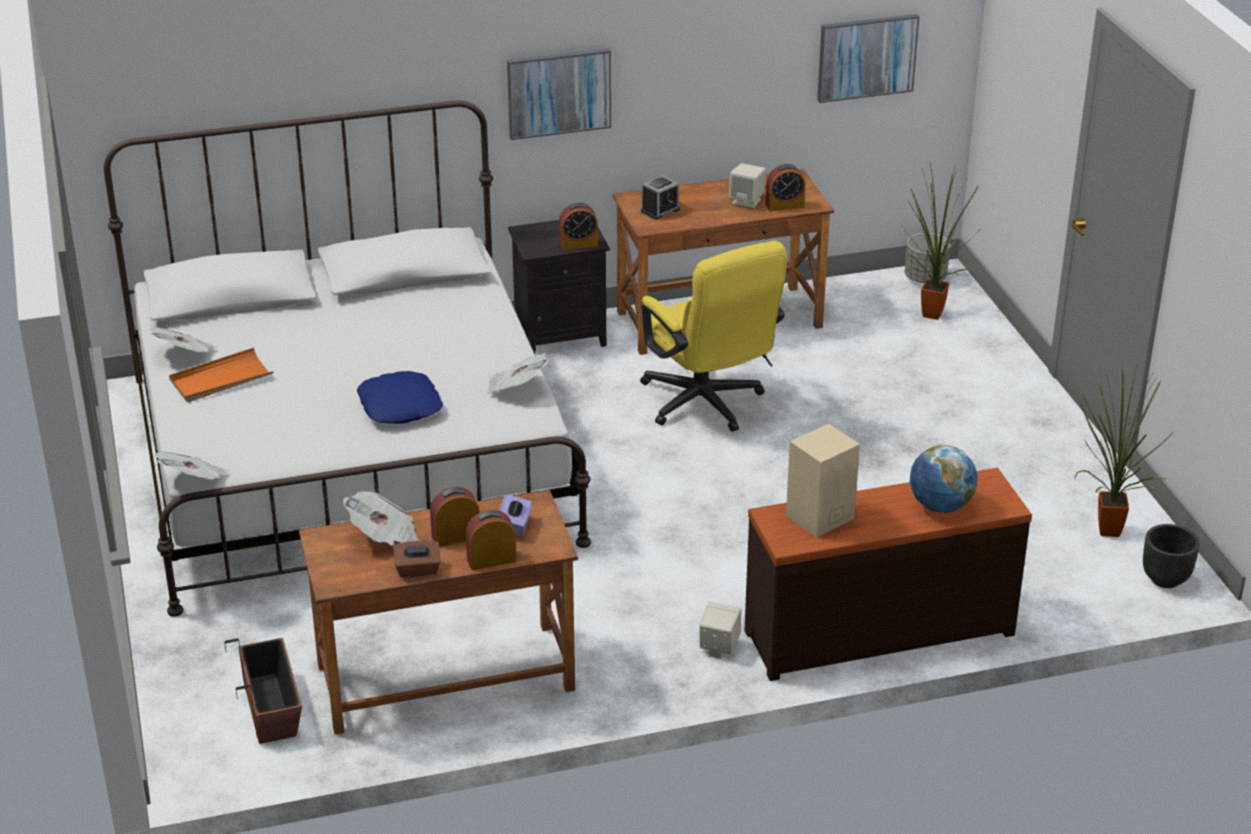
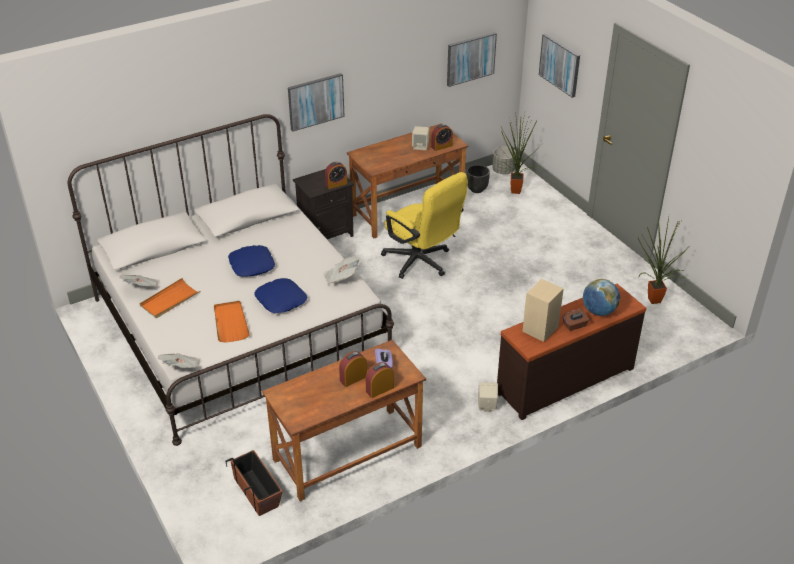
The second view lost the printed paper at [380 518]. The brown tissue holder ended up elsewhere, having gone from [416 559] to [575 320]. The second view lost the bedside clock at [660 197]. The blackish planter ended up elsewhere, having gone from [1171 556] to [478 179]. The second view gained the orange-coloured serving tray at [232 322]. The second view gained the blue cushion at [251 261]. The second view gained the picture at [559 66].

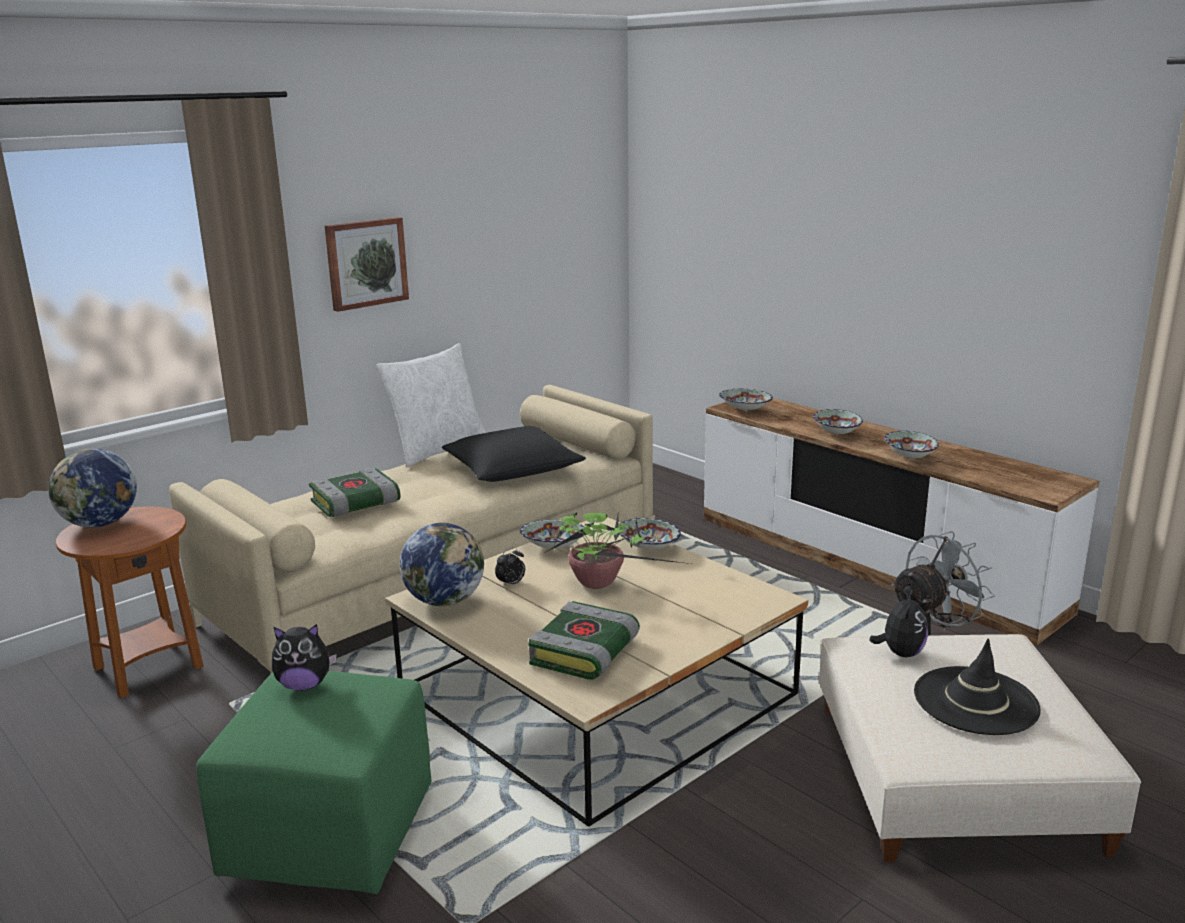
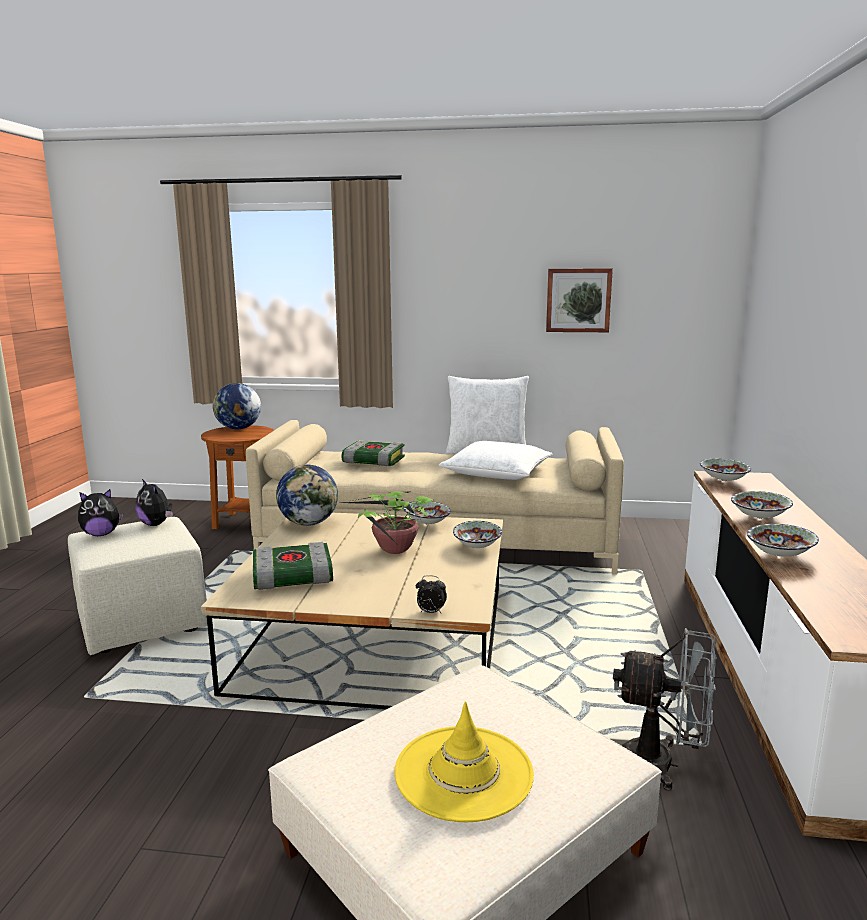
What was the green pouffe at [314 782] turned into the beige-coloured pouffe at [137 586]. The picture ended up elsewhere, having gone from [367 264] to [579 300]. What was the blackish cushion at [514 454] turned into the white cushion at [495 460]. The bedside clock ended up elsewhere, having gone from [510 567] to [431 594]. The plush toy ended up elsewhere, having gone from [898 624] to [100 512]. What was the blackish hat at [977 686] turned into the yellow-coloured hat at [464 761].

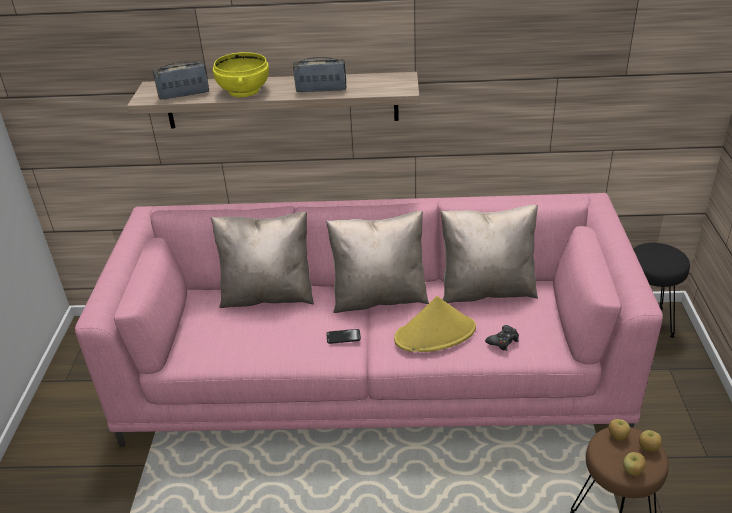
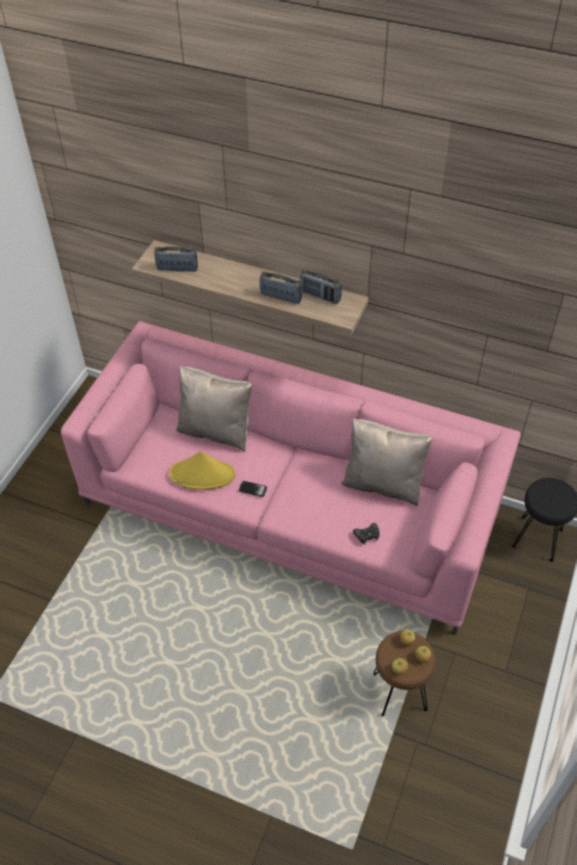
The second view lost the yellow-coloured deep dish at [241 74]. The second view lost the beige-coloured cushion at [377 262]. The yellow-coloured hat ended up elsewhere, having gone from [435 324] to [202 470]. The second view gained the radio at [321 286].

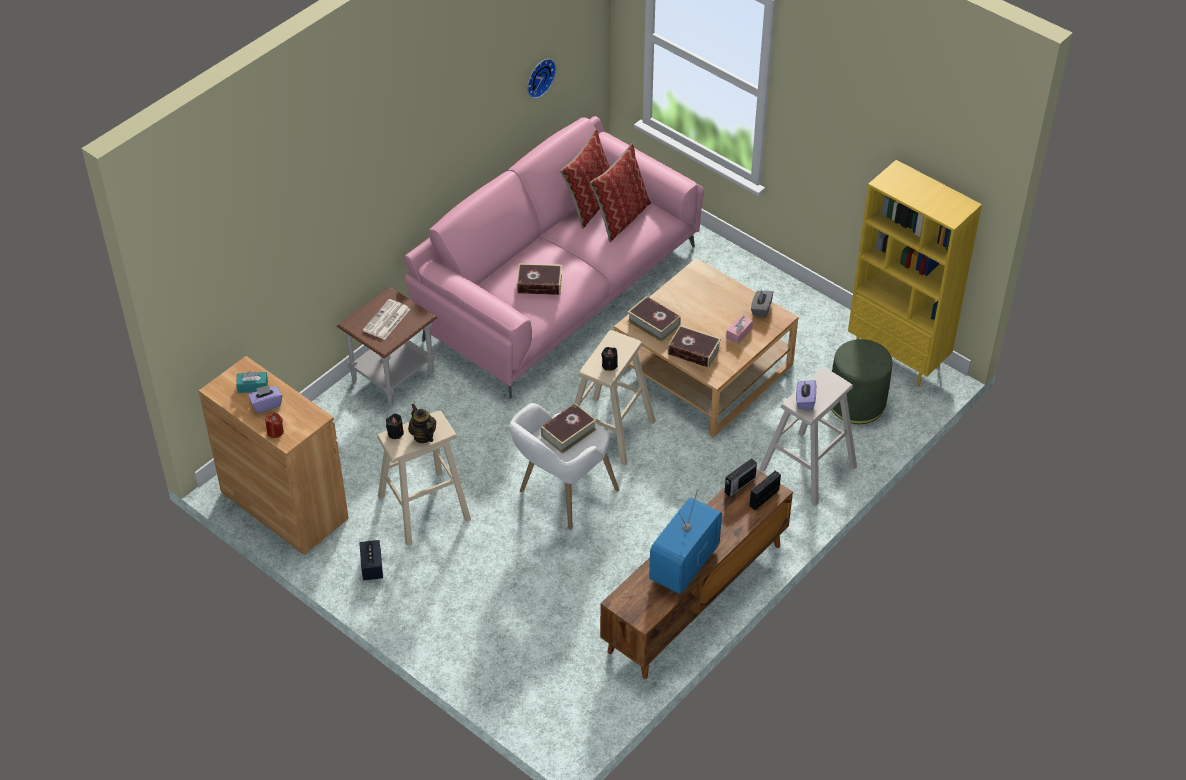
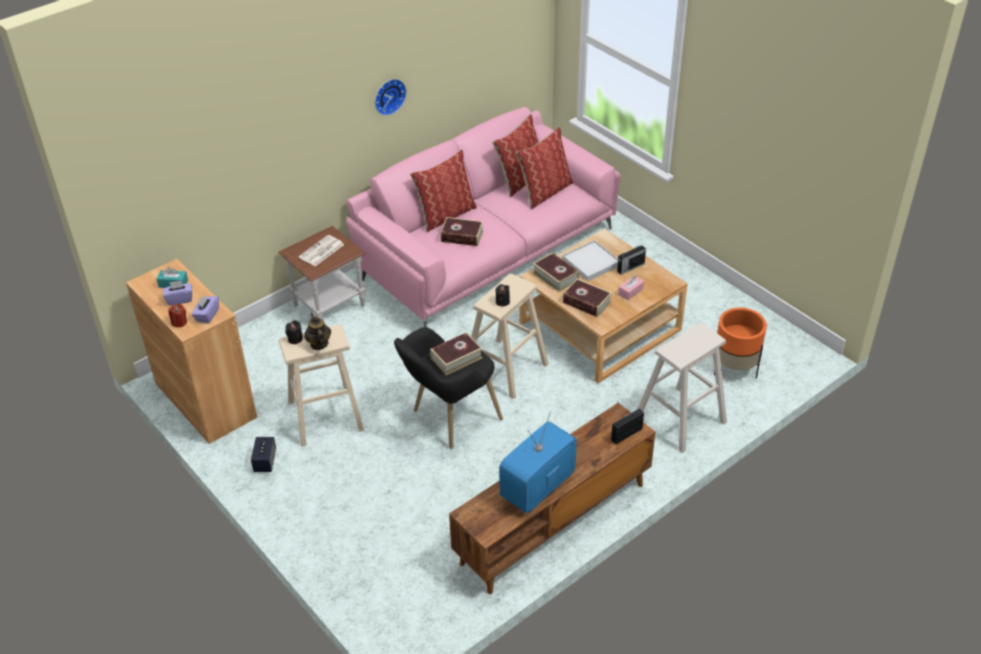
What was the white armchair at [564 466] turned into the blackish armchair at [448 388]. The clock on the wall ended up elsewhere, having gone from [541 78] to [391 97]. The radio ended up elsewhere, having gone from [741 477] to [631 259]. The second view lost the grey tissue holder at [762 304]. The purplish tissue holder ended up elsewhere, having gone from [806 395] to [205 309]. Where the green pouffe stood at [861 381], the orange-coloured planter came to stand at [740 343]. The second view lost the yellow-coloured shelving unit at [915 273]. The second view gained the cushion at [443 190]. The second view gained the white serving tray at [590 260].

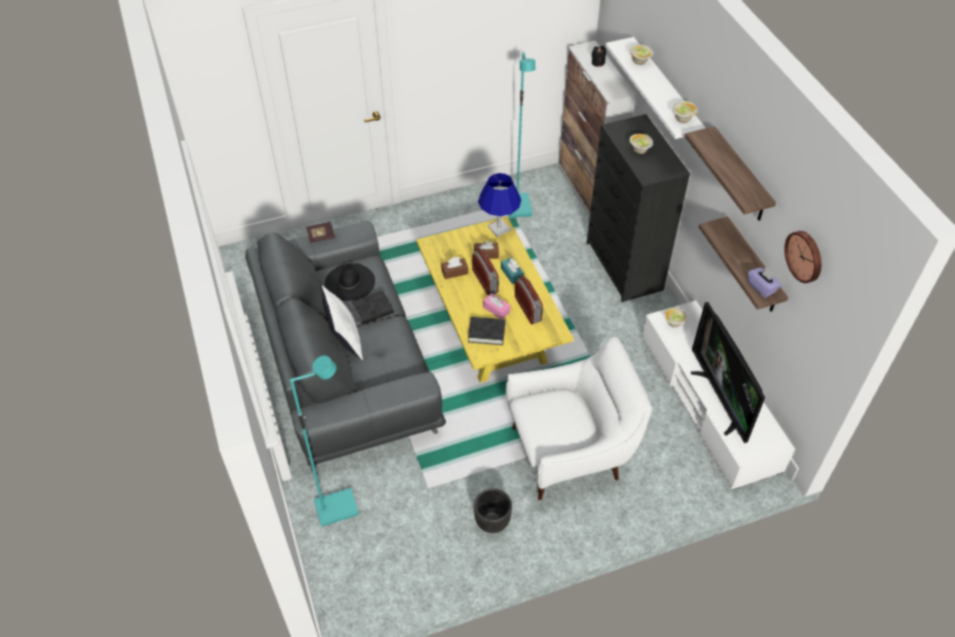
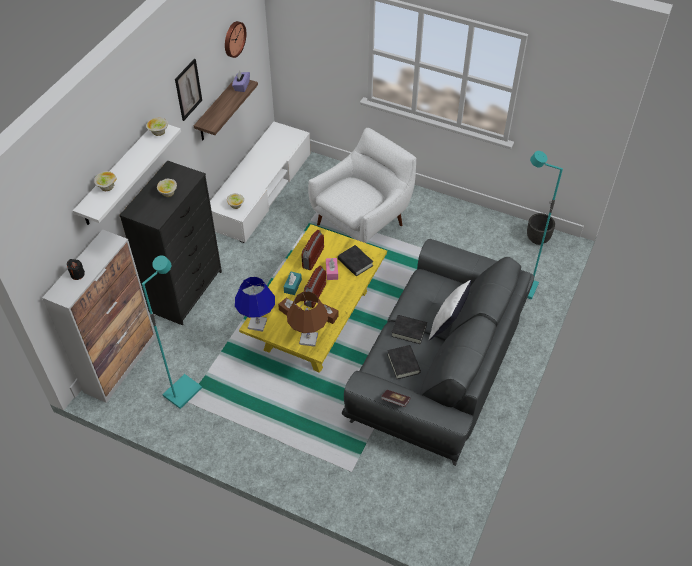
Where the blackish hat stood at [350 282], the blackish bound book came to stand at [404 362]. The blackish planter ended up elsewhere, having gone from [493 510] to [541 229]. The white armchair at [579 418] ended up facing another way, 105 degrees clockwise from before. Where the bracket shelf hung at [730 173], the picture came to hang at [188 90]. The second view lost the television at [728 372]. The second view gained the brown table lamp at [307 319].

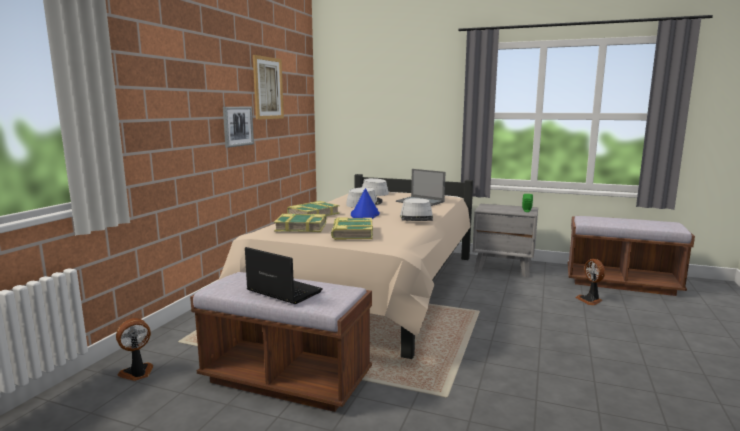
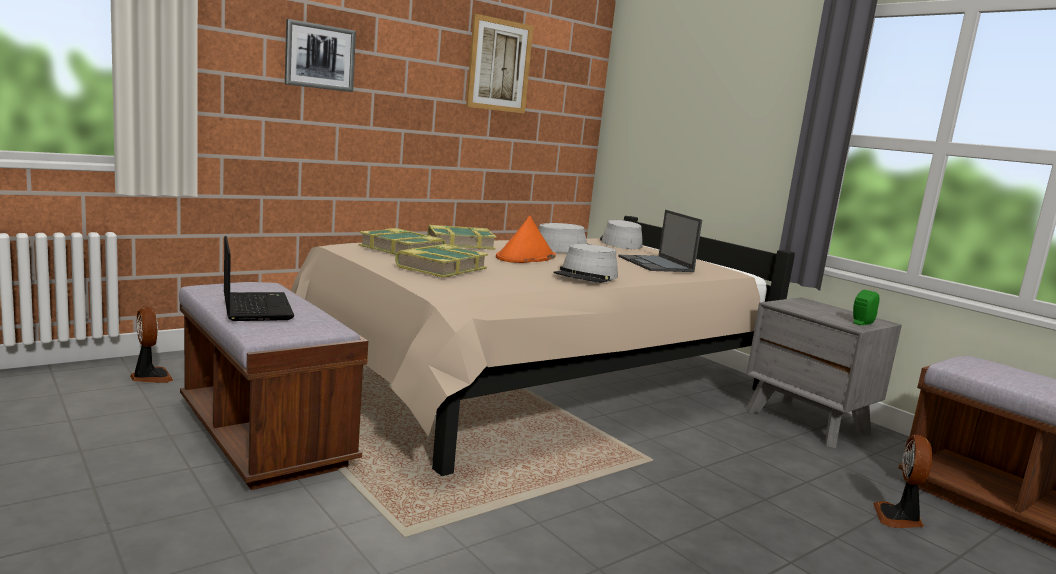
The electric fan at [134 349] ended up facing another way, 60 degrees clockwise from before. The picture ended up elsewhere, having gone from [238 127] to [320 55]. What was the blue hat at [365 203] turned into the orange-coloured hat at [525 239].

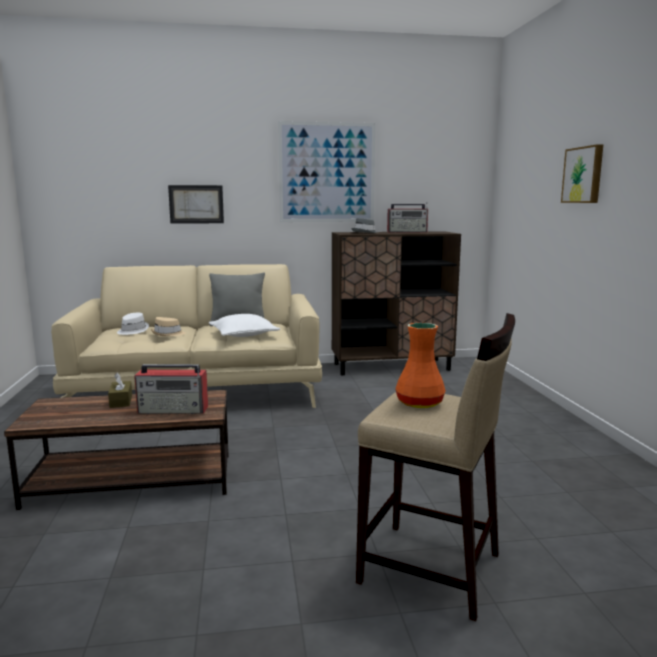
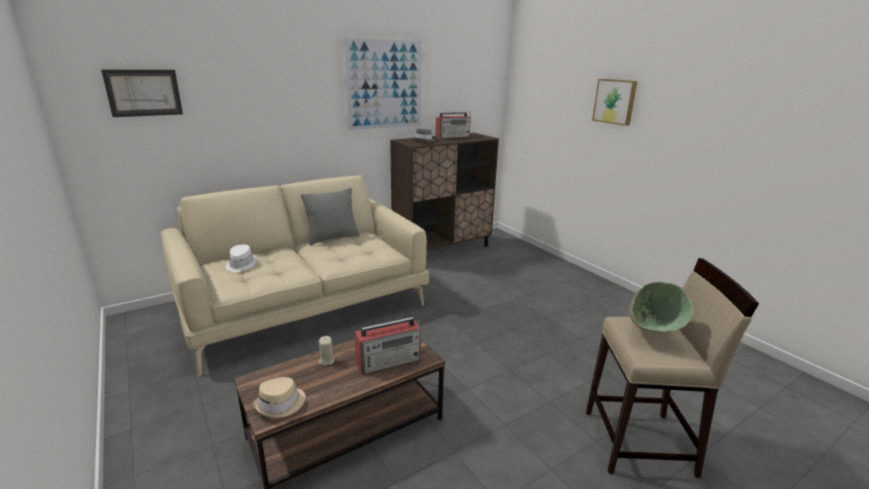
Where the brown tissue holder stood at [120 390], the beige-coloured candle came to stand at [326 351]. The beige-coloured hat ended up elsewhere, having gone from [168 326] to [279 397]. The picture ended up elsewhere, having gone from [196 204] to [142 93]. The second view lost the white cushion at [244 325]. Where the orange-coloured flower vase stood at [420 365], the green deep dish came to stand at [661 307].

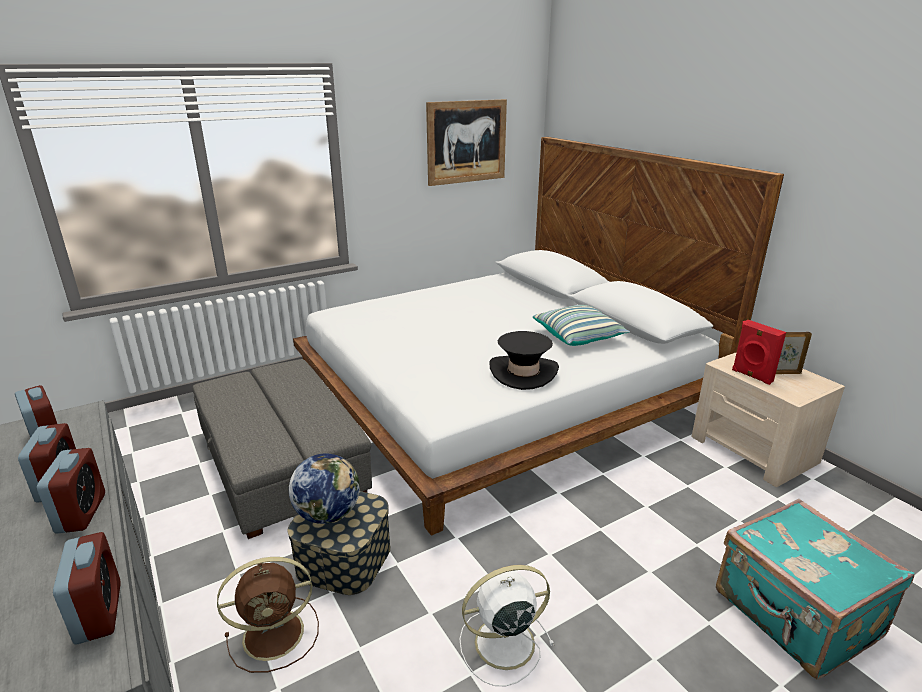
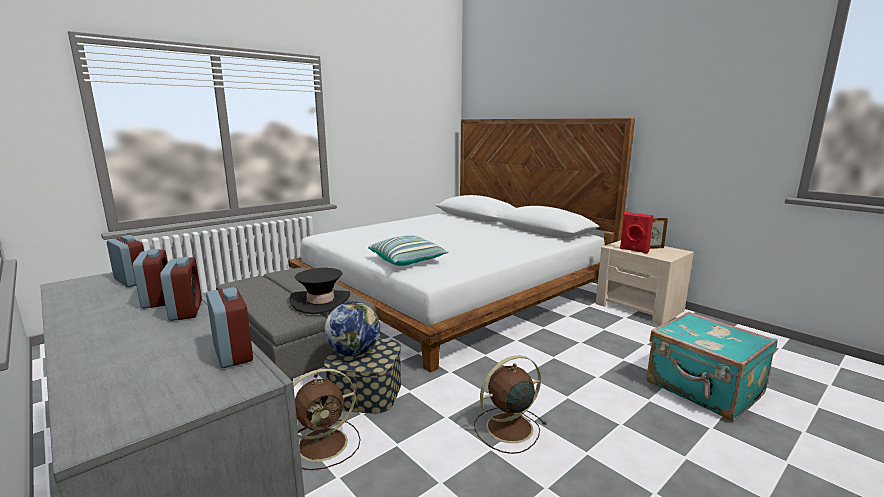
The second view lost the picture at [466 142]. What was the white electric fan at [506 625] turned into the brown electric fan at [510 405]. The blackish hat ended up elsewhere, having gone from [524 360] to [320 291]. The cushion ended up elsewhere, having gone from [581 325] to [408 250].

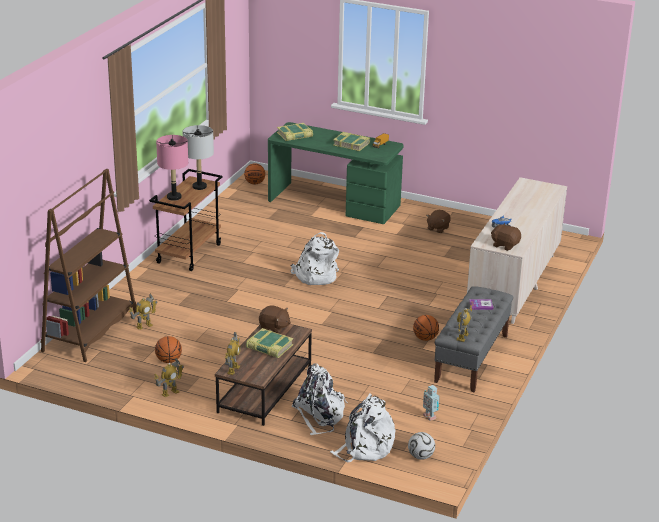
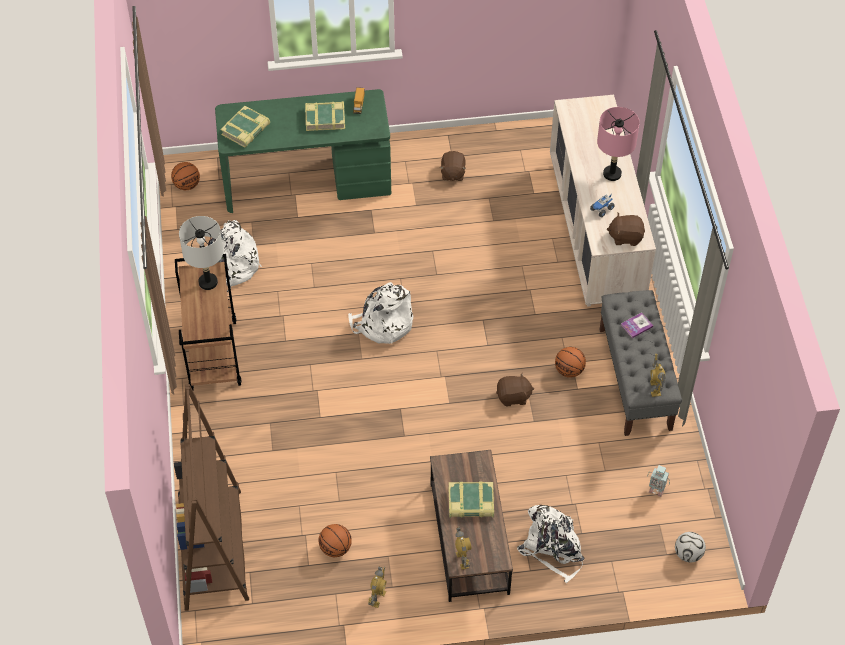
The second view lost the toy robot at [143 312]. The pinkish table lamp ended up elsewhere, having gone from [172 168] to [618 144]. The brown plush toy ended up elsewhere, having gone from [275 319] to [515 390]. The white backpack ended up elsewhere, having gone from [362 427] to [235 256].

